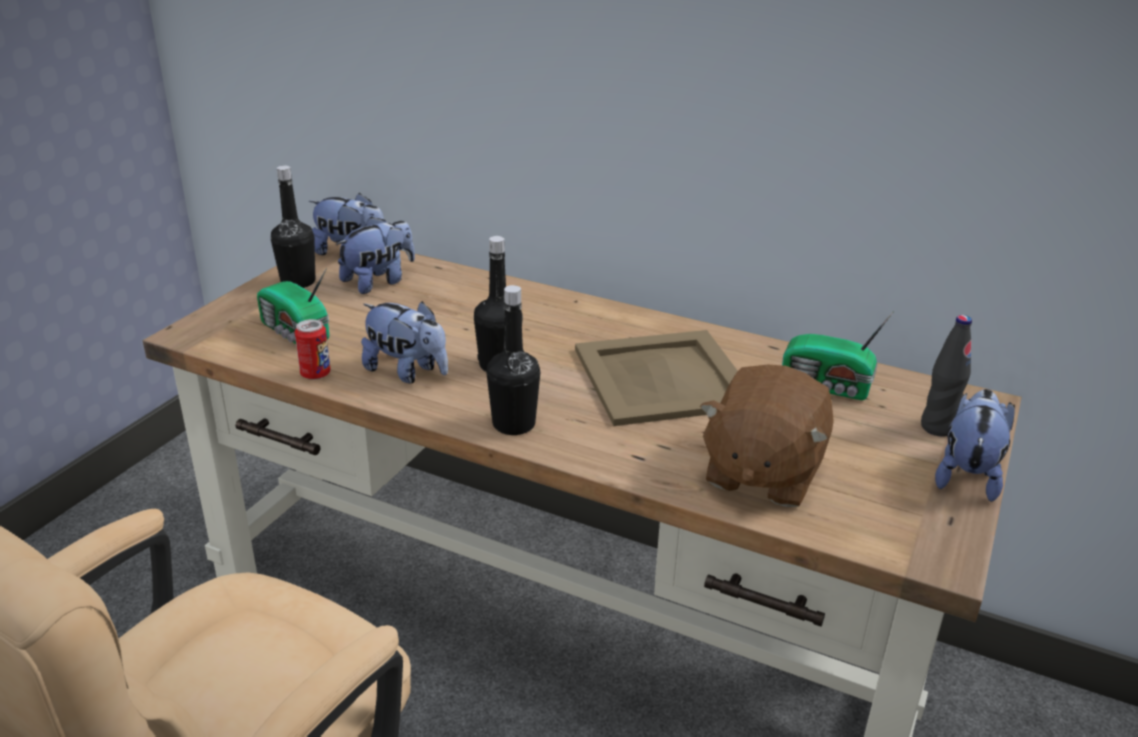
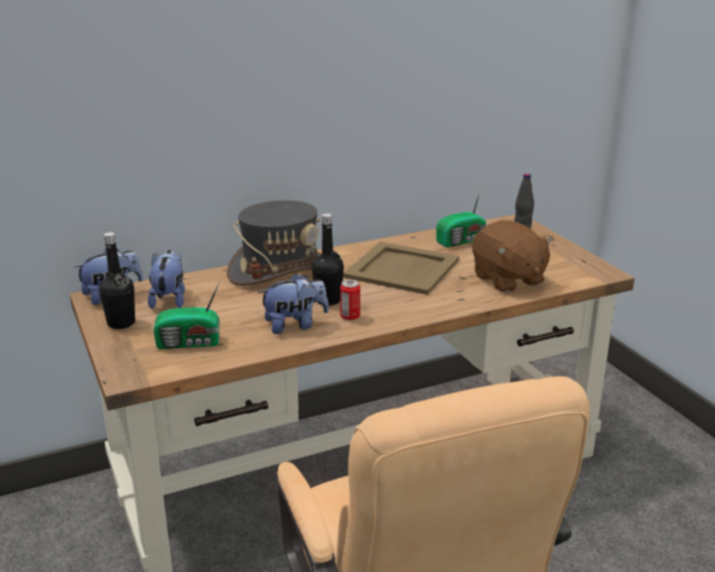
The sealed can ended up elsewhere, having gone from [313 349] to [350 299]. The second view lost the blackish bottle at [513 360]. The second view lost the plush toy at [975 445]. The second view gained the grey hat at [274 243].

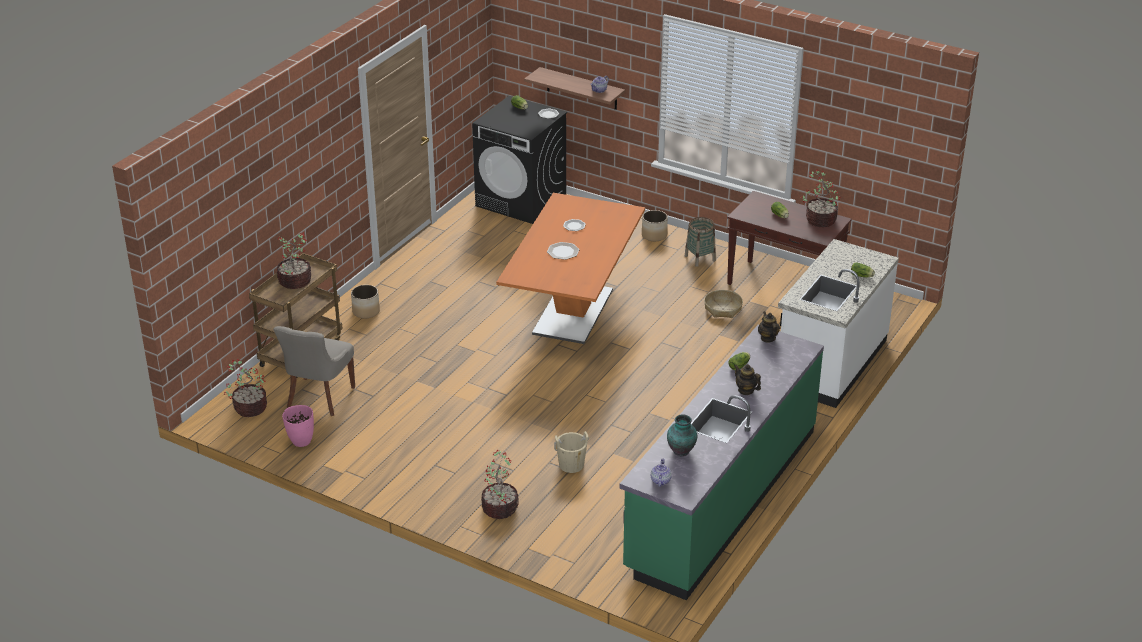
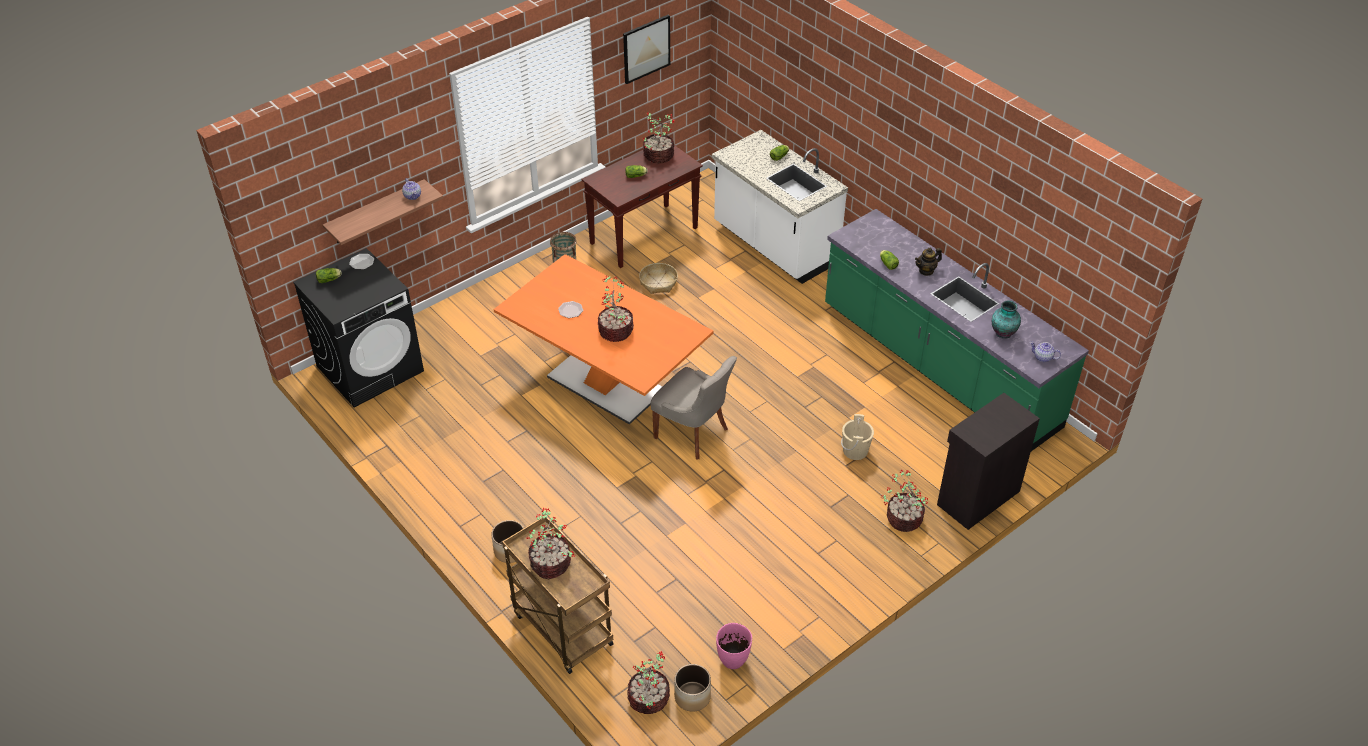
The grey plain chair ended up elsewhere, having gone from [314 371] to [694 408]. Where the dinner plate stood at [563 251], the plant in a pot came to stand at [616 309]. The planter ended up elsewhere, having gone from [655 225] to [692 688]. The second view lost the tea pot at [769 326]. The second view gained the picture at [646 49]. The second view gained the blackish storage cabinet at [988 461].

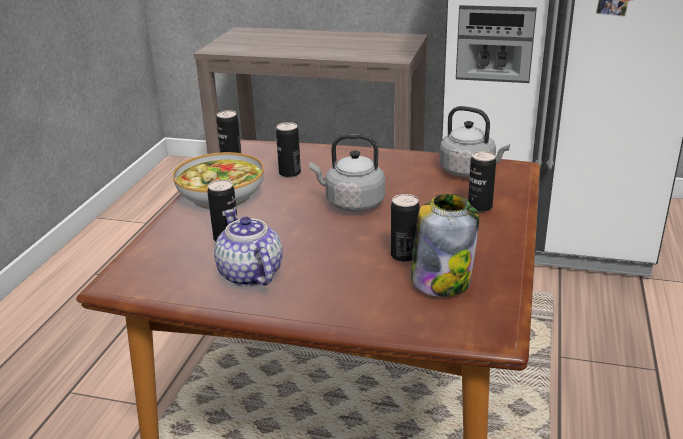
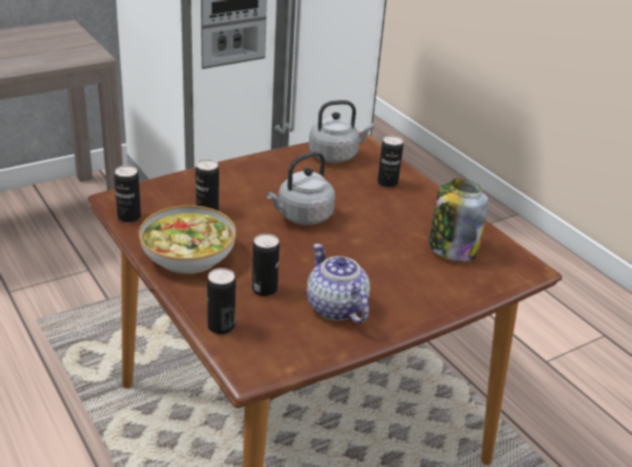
The tea pot at [248 248] ended up facing another way, 45 degrees clockwise from before. The sealed can ended up elsewhere, having gone from [405 228] to [221 301].

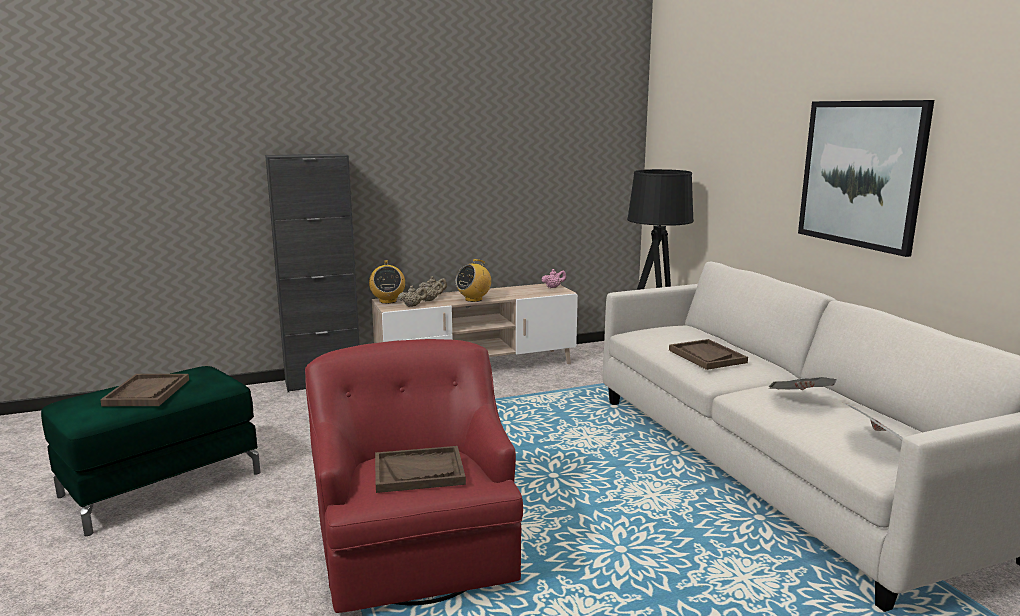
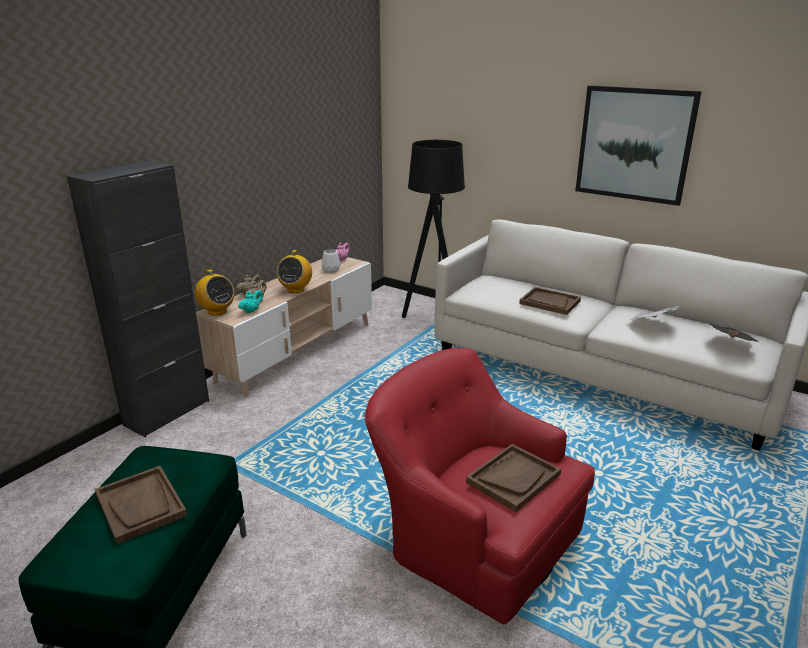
What was the beige-coloured tea pot at [412 296] turned into the blue-green tea pot at [250 301]. The second view gained the white flower vase at [331 261].

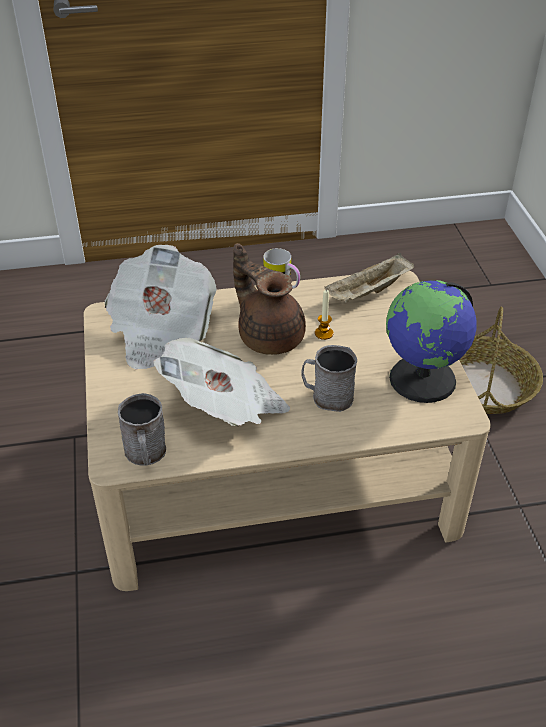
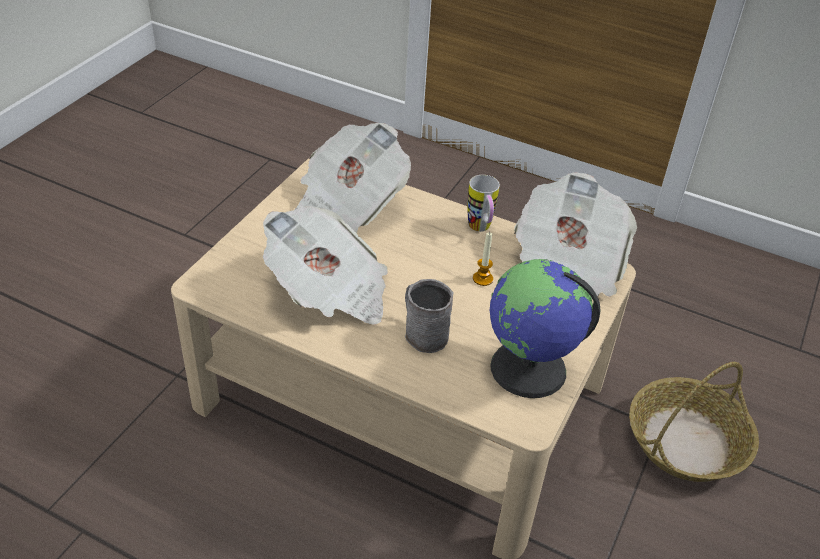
The second view lost the grey tea mug at [142 429]. The second view lost the brown tea pot at [269 299]. Where the beige-coloured serving tray stood at [369 278], the printed paper came to stand at [575 234].

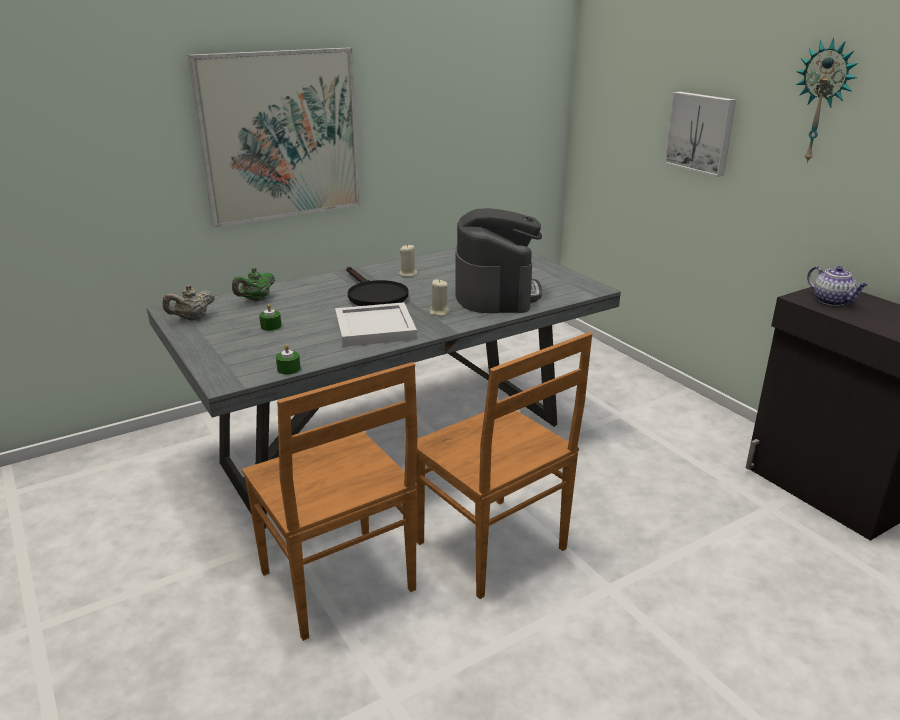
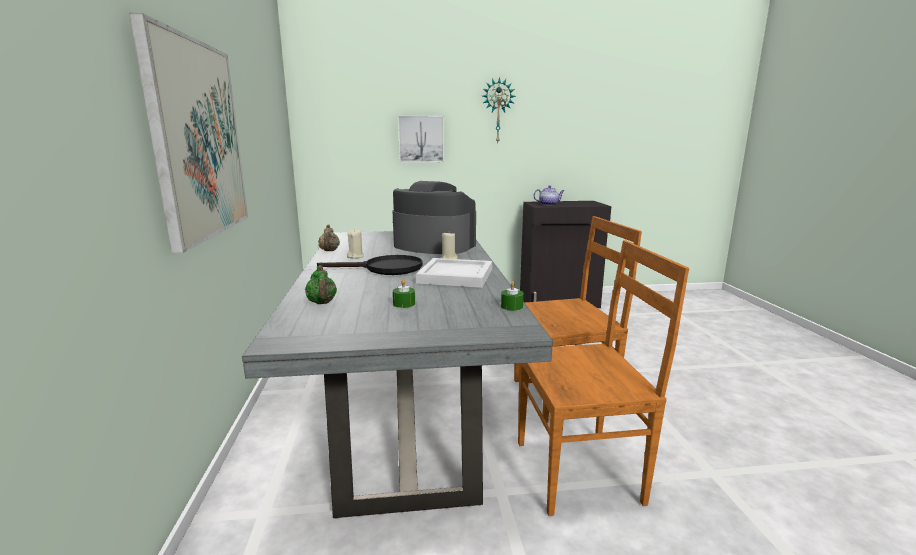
The beige-coloured tea pot ended up elsewhere, having gone from [189 303] to [329 238].

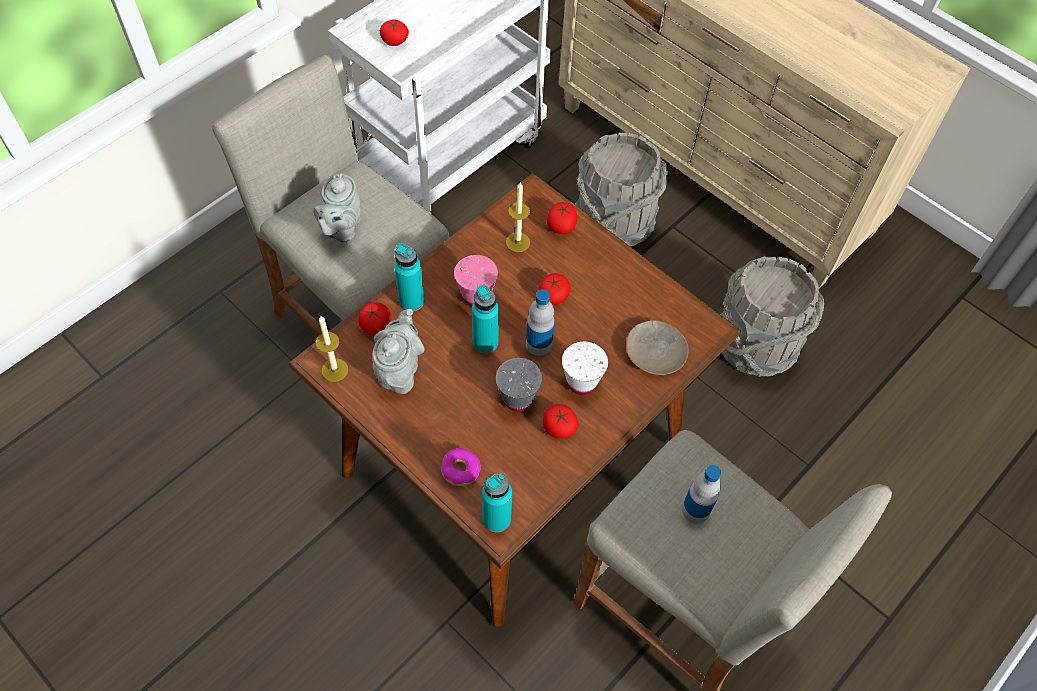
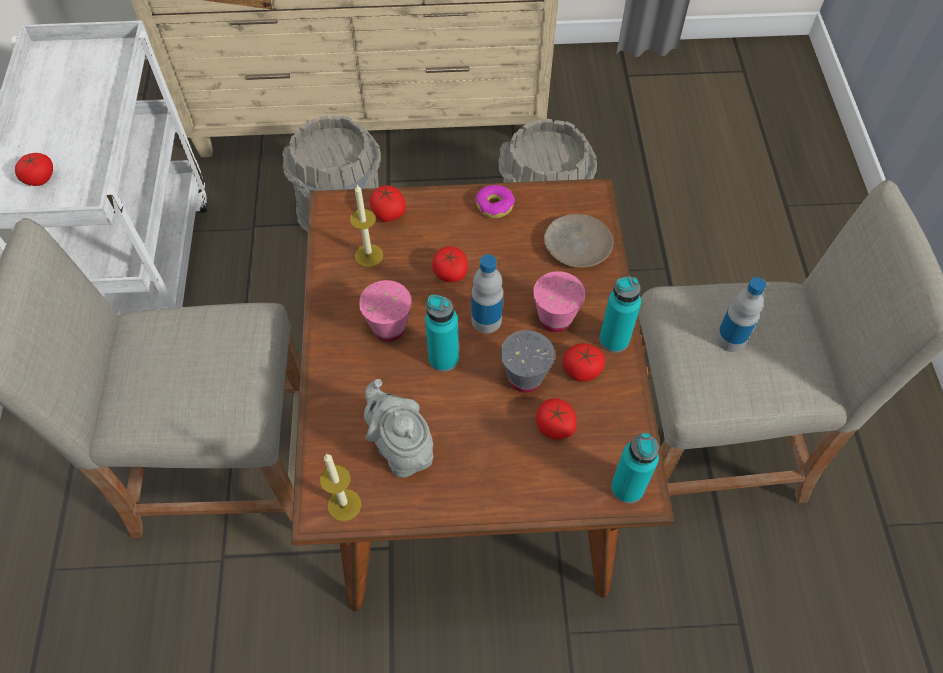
The second view lost the grey tea pot at [337 208]. The whole tomato ended up elsewhere, having gone from [374 318] to [556 418]. The blue-green bottle ended up elsewhere, having gone from [409 277] to [620 314]. The ring doughnut ended up elsewhere, having gone from [461 467] to [495 201]. What was the white drinking cup at [585 368] turned into the pinkish drinking cup at [559 302].

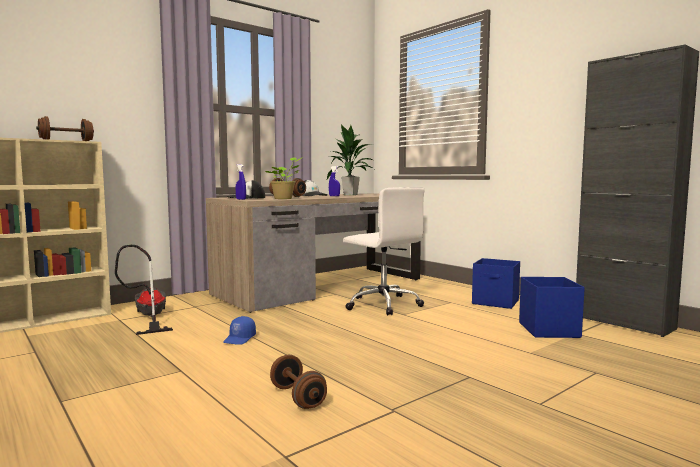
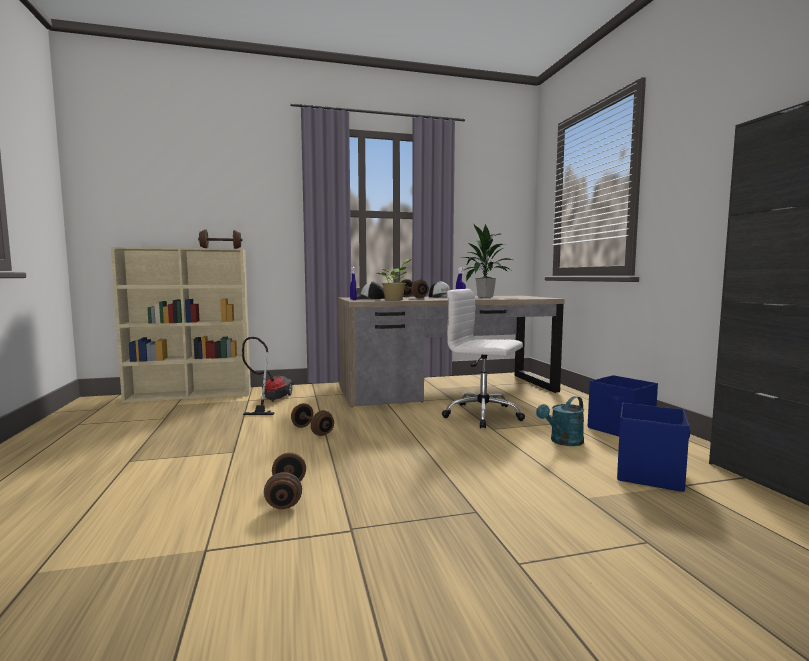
Where the blue baseball cap stood at [239 330], the brown dumbbell came to stand at [312 419]. The white desk chair at [384 251] ended up facing another way, 135 degrees clockwise from before. The second view gained the blue-green watering can at [560 421].

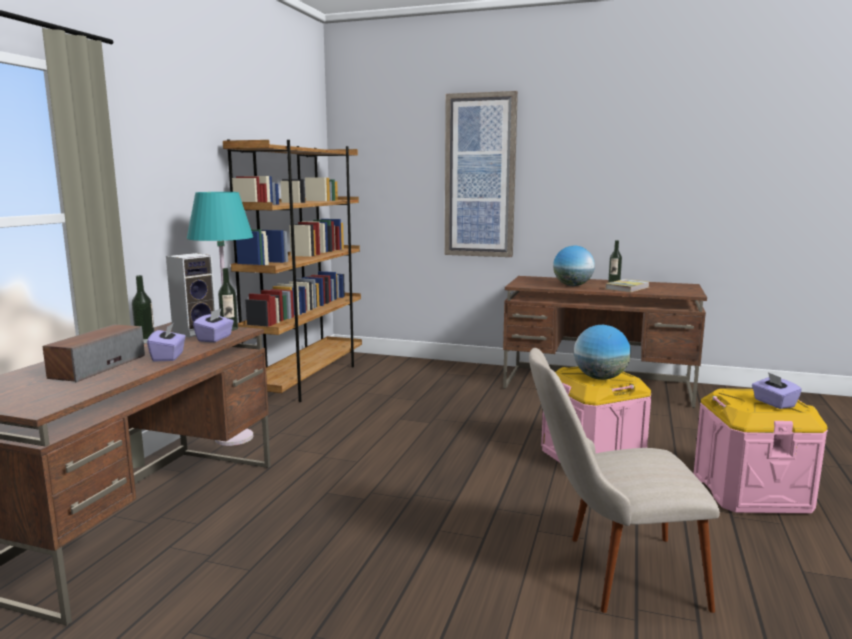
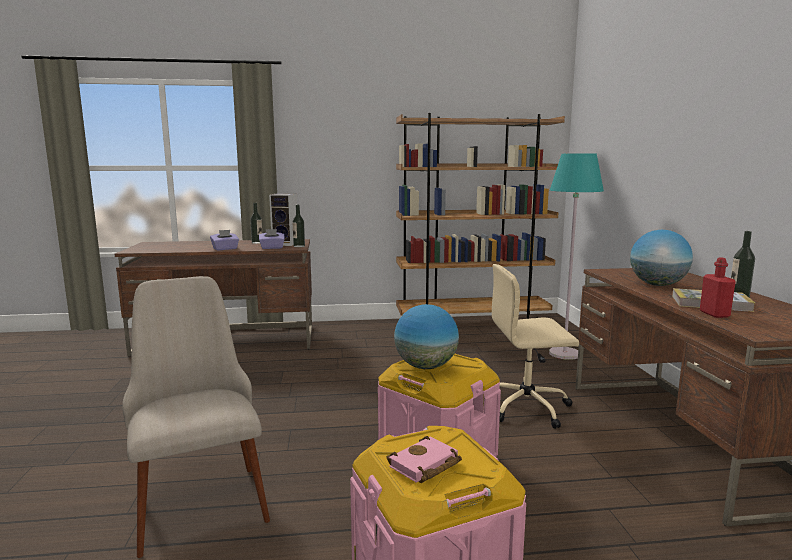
The second view lost the speaker at [94 353]. The blue-green standing lamp ended up elsewhere, having gone from [220 319] to [576 256]. The second view lost the picture at [481 174]. Where the purplish tissue holder stood at [777 390], the pinkish bound book came to stand at [424 459]. The second view gained the beige-coloured desk chair at [535 346]. The second view gained the reddish bottle at [718 287].

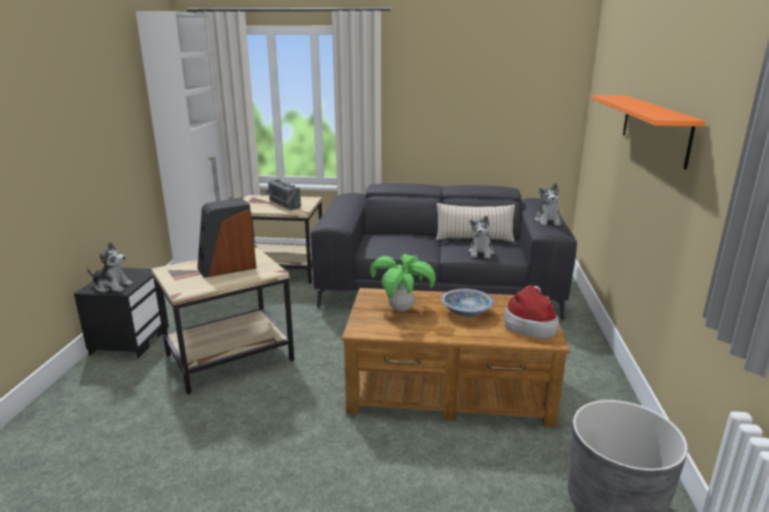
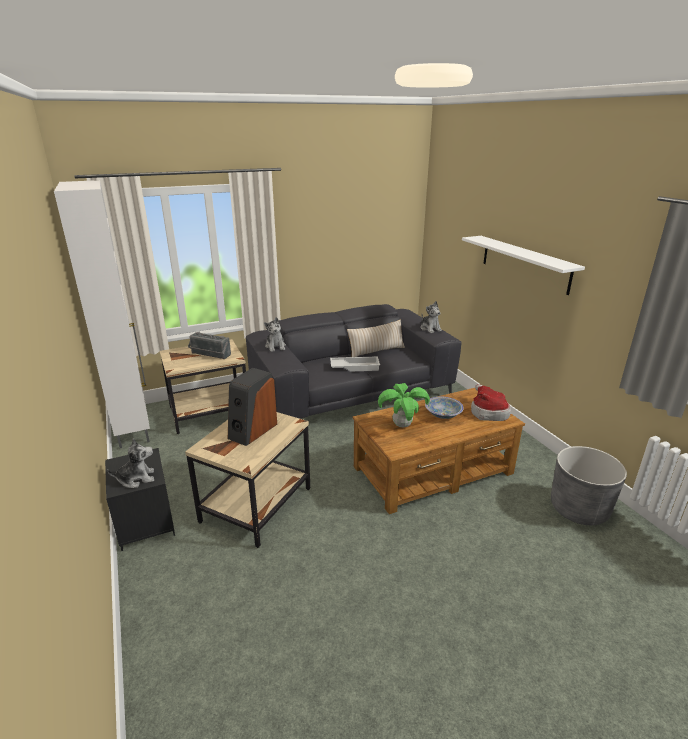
The plush toy ended up elsewhere, having gone from [481 237] to [275 334]. What was the orange-coloured bracket shelf at [648 132] turned into the white bracket shelf at [523 265]. The second view gained the white serving tray at [355 364].

